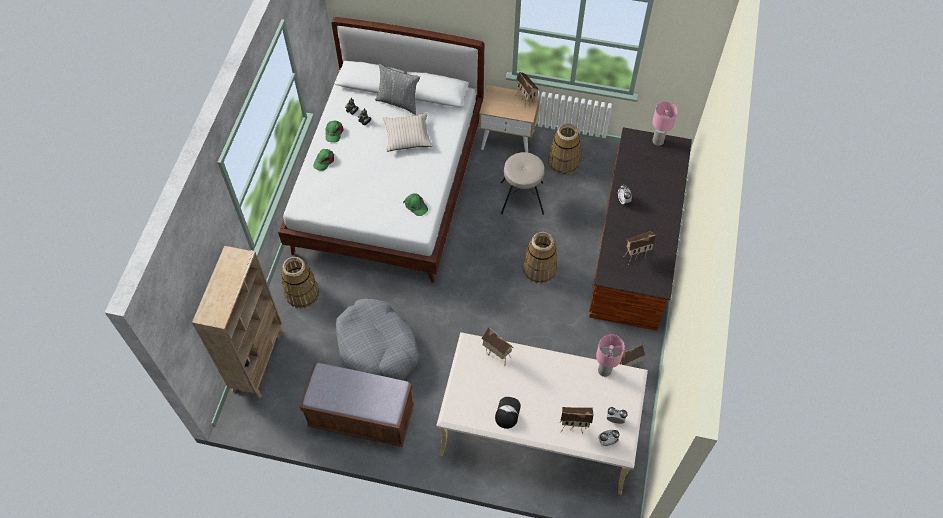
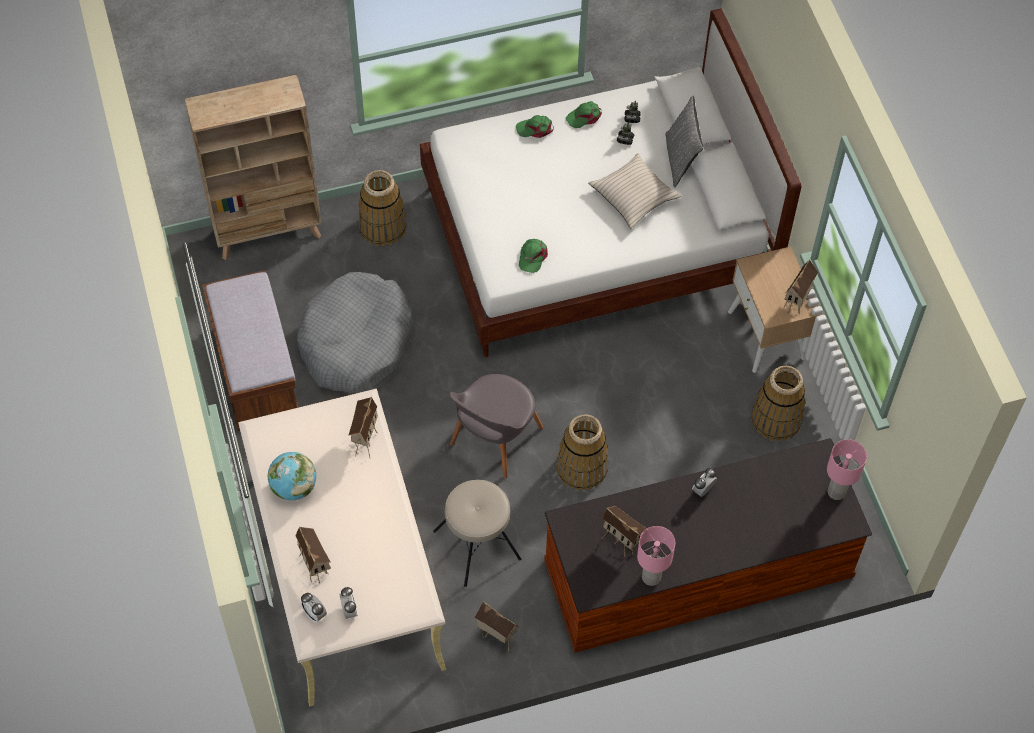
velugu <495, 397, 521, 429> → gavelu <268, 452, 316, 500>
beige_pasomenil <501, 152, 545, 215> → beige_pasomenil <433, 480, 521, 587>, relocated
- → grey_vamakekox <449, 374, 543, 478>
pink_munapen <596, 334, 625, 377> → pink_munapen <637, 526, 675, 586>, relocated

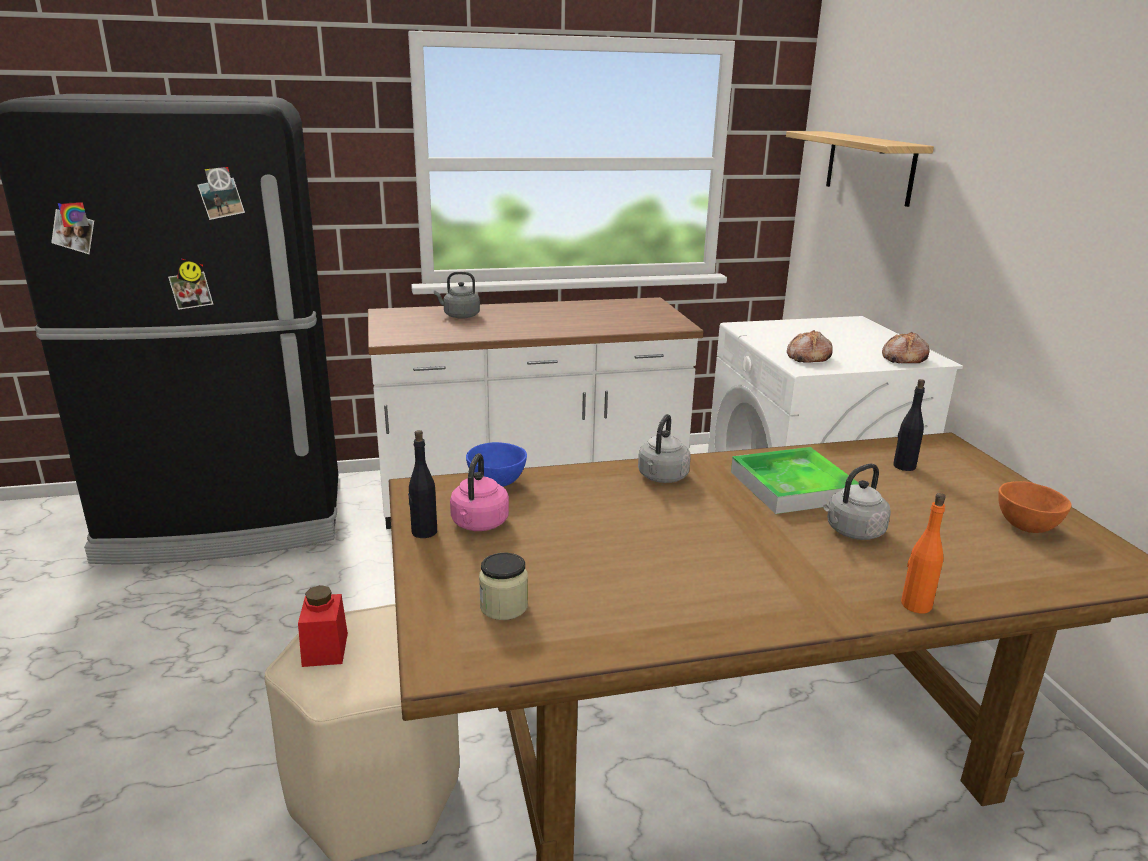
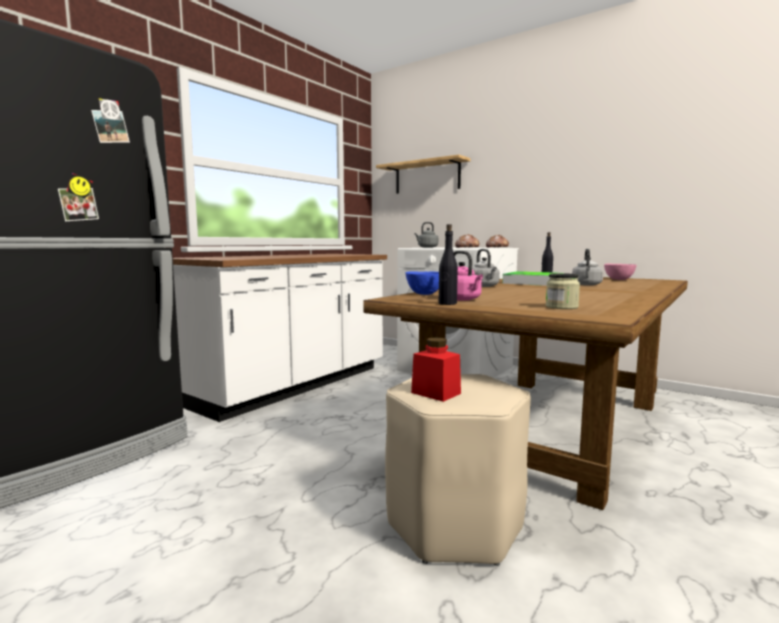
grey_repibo <434, 272, 480, 319> → grey_repibo <414, 222, 438, 248>, relocated
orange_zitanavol <998, 481, 1072, 533> → pink_zitanavol <604, 264, 637, 280>
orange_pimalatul <901, 493, 946, 613> → -

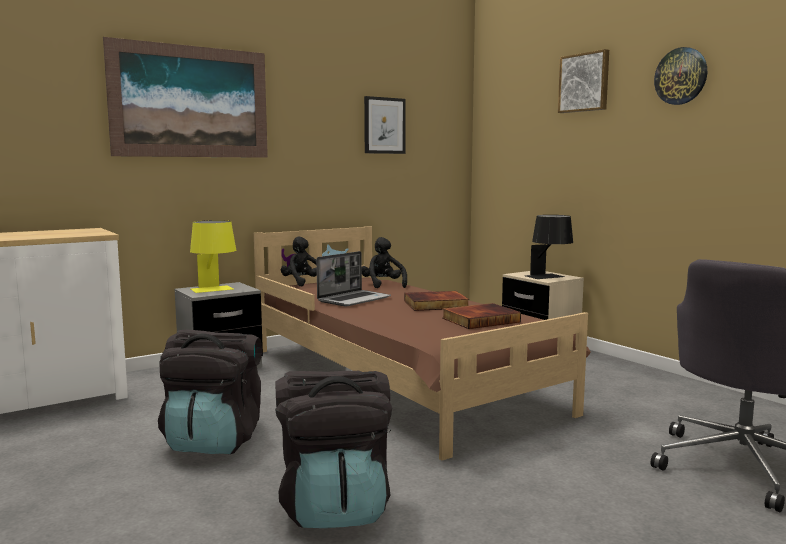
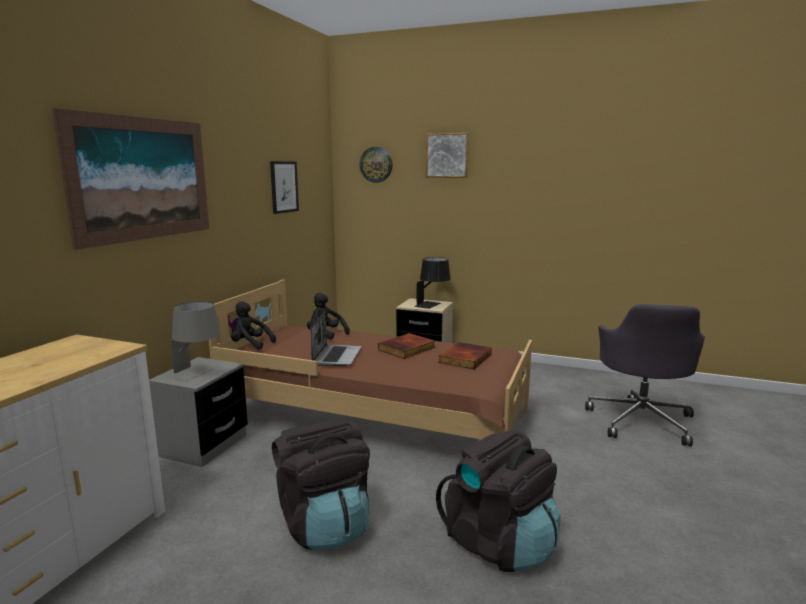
yellow_munapen <190, 220, 236, 293> → grey_munapen <168, 301, 221, 381>
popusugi <654, 47, 707, 105> → popusugi <360, 147, 393, 183>, relocated

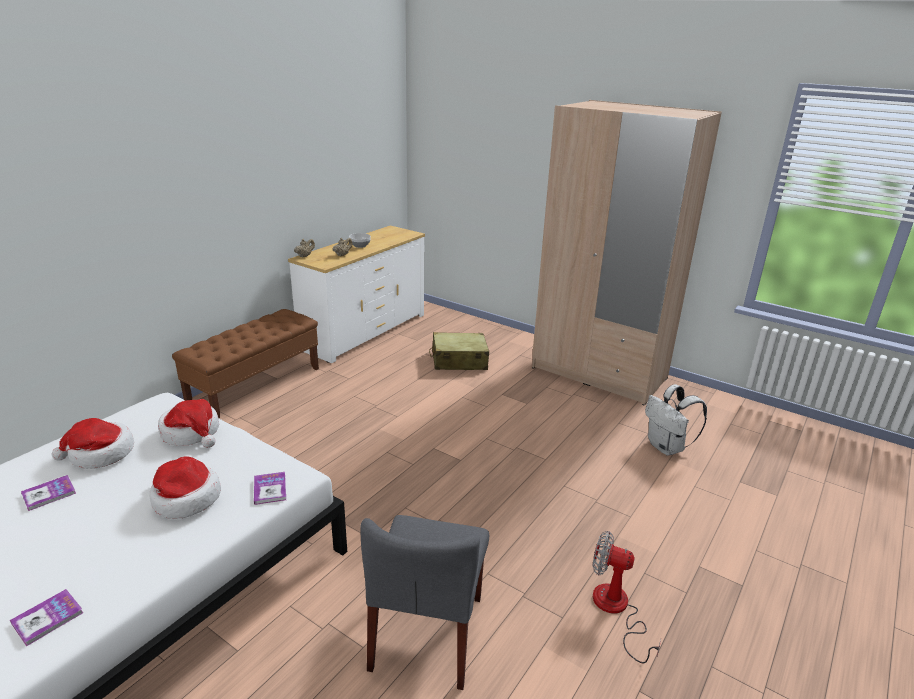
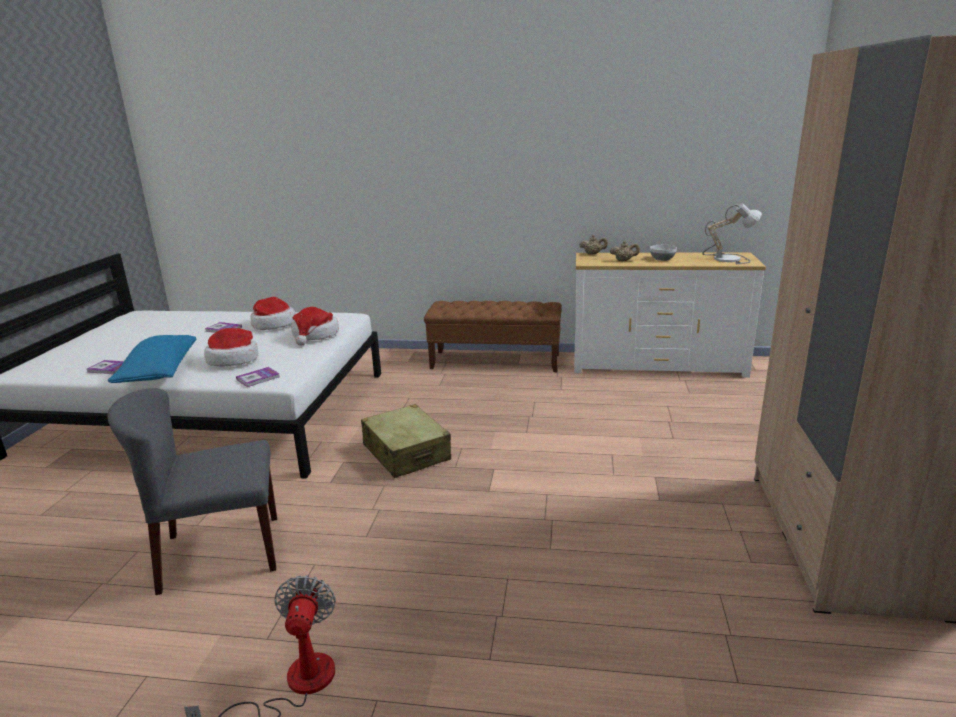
- → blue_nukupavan <108, 335, 196, 383>
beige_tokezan <429, 332, 489, 370> → beige_tokezan <361, 404, 451, 478>, relocated
- → munapen <702, 203, 762, 264>
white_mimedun <645, 384, 707, 456> → -

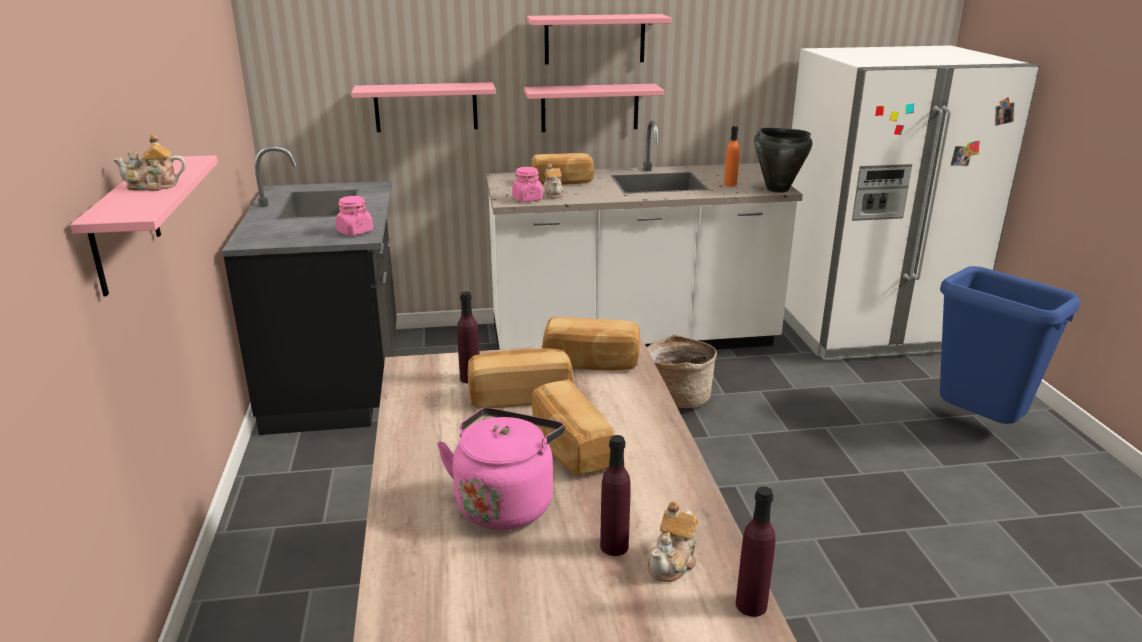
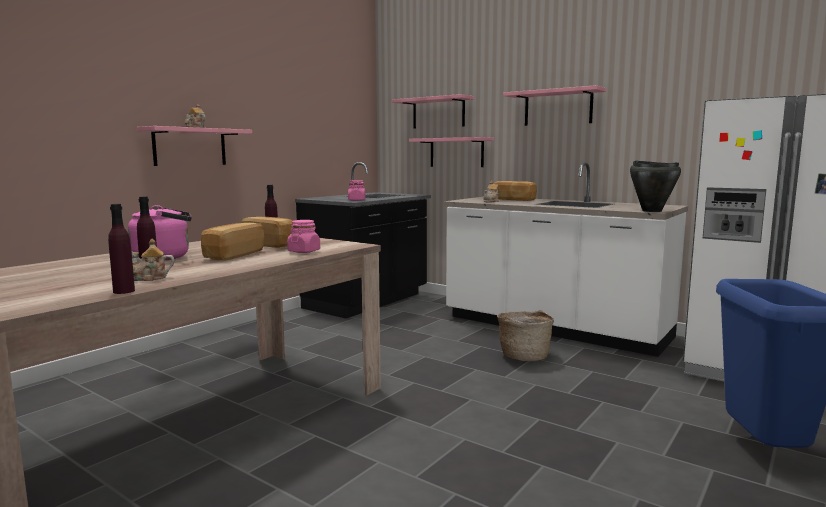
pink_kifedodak <512, 167, 543, 202> → pink_kifedodak <287, 220, 320, 253>, relocated
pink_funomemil <524, 84, 664, 132> → pink_funomemil <392, 94, 474, 128>, relocated
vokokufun <542, 317, 641, 370> → -
orange_pimalatul <724, 126, 740, 187> → -

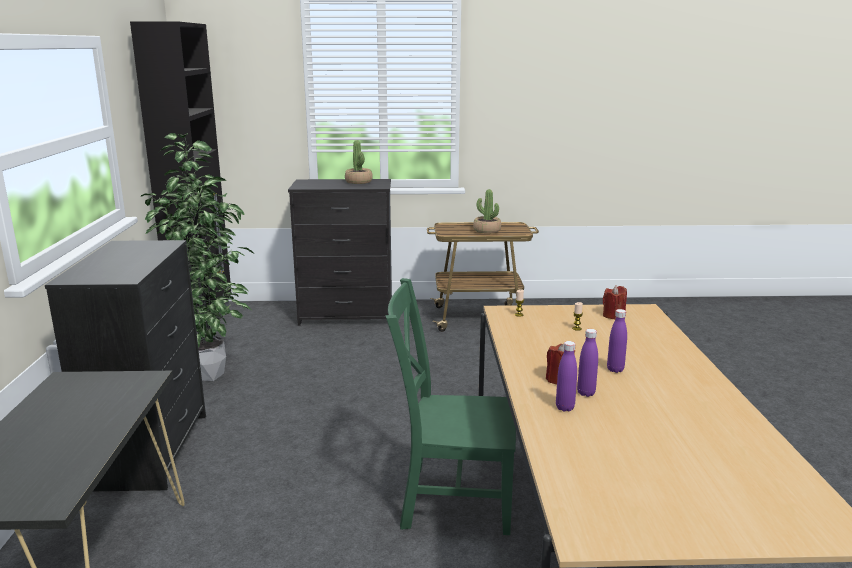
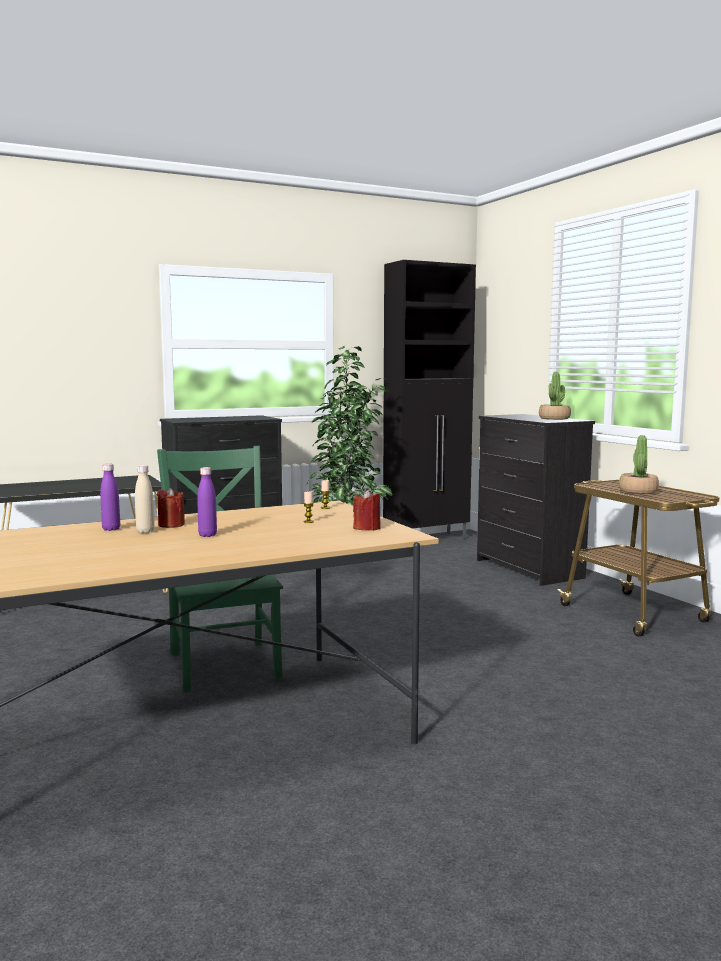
purple_pimalatul <577, 329, 598, 397> → beige_pimalatul <135, 465, 155, 533>

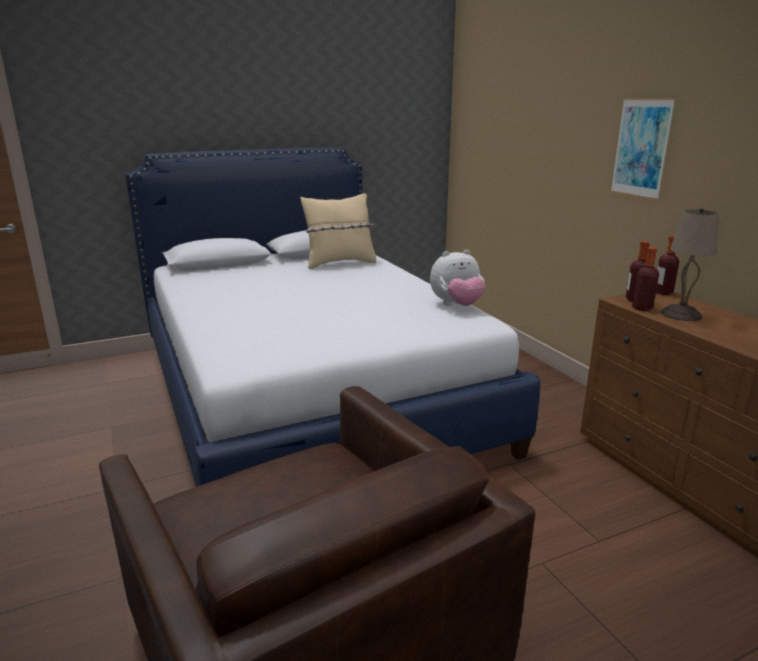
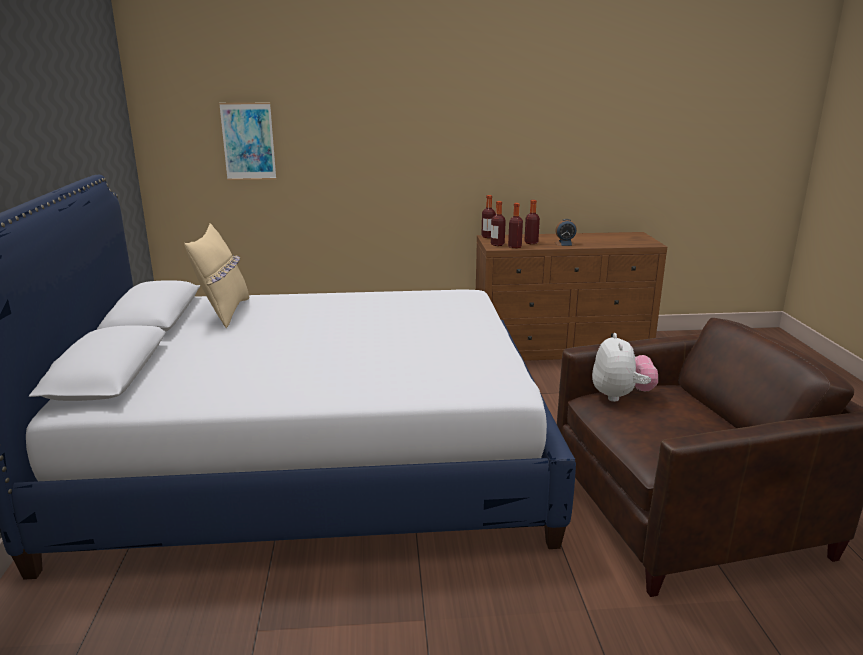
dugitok <610, 98, 676, 200> → dugitok <219, 103, 276, 180>, relocated
beige_munapen <660, 208, 720, 321> → pimalatul <524, 200, 540, 244>
- → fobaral <555, 219, 577, 246>
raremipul <430, 250, 485, 306> → raremipul <592, 333, 658, 402>, relocated

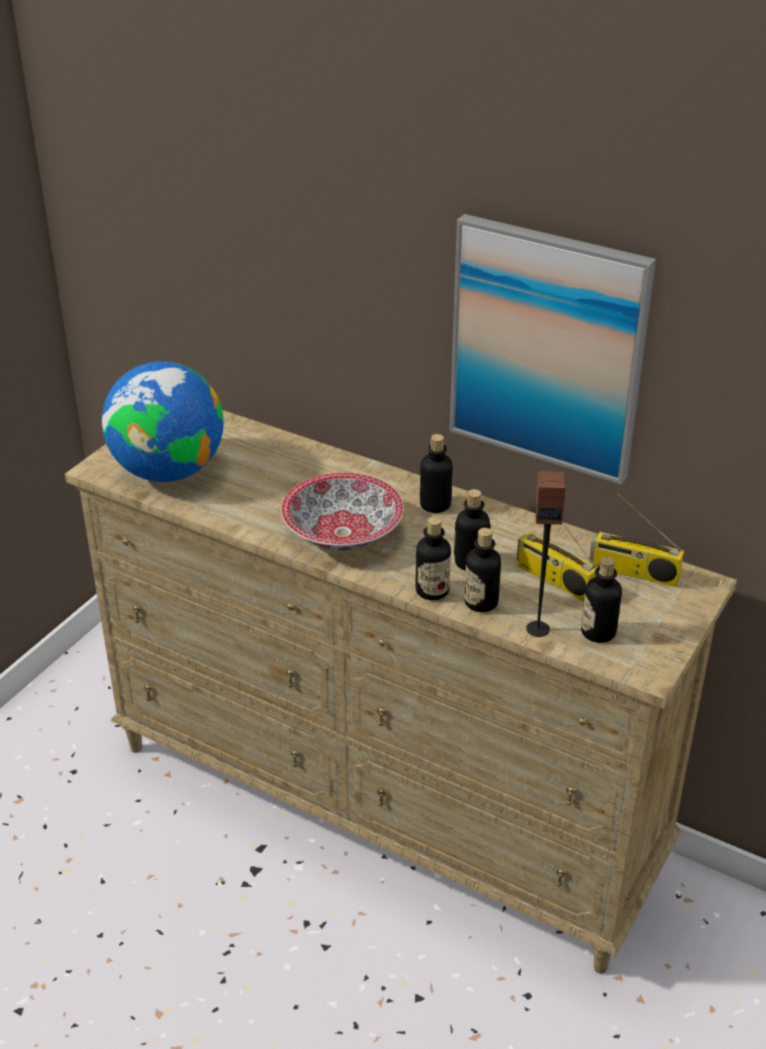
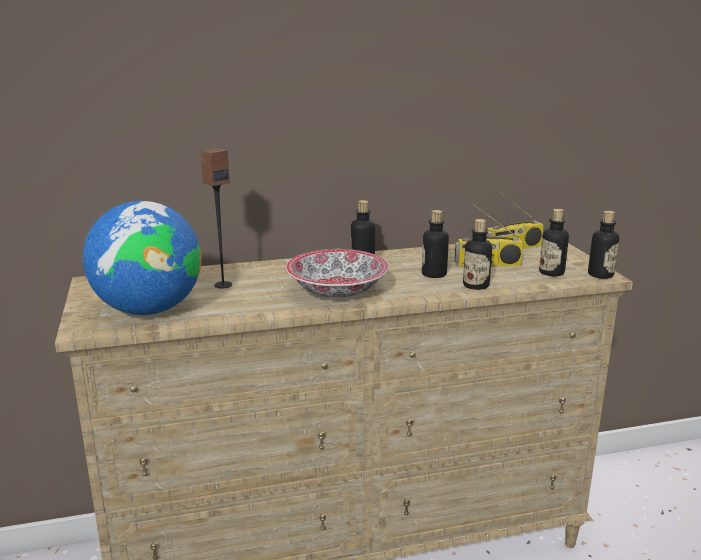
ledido <526, 471, 566, 637> → ledido <200, 147, 232, 289>, relocated
pimalatul <416, 516, 451, 600> → pimalatul <588, 211, 619, 279>, relocated
dugitok <449, 214, 656, 484> → -

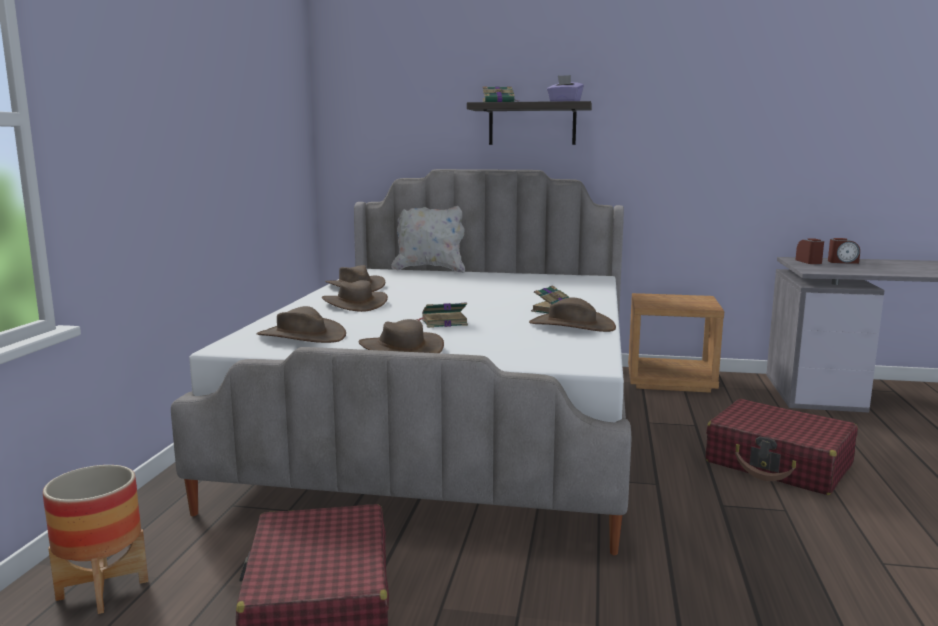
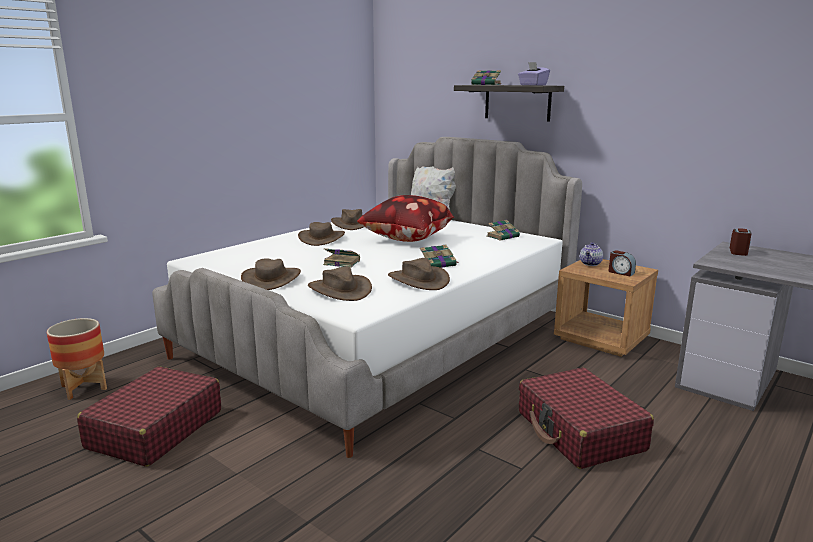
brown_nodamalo <257, 306, 346, 343> → brown_nodamalo <308, 266, 372, 301>, relocated
- → nukupavan <357, 195, 454, 242>
- → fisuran <486, 220, 520, 241>
- → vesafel <580, 242, 603, 266>
fobaral <828, 238, 860, 264> → fobaral <609, 250, 636, 276>, relocated

